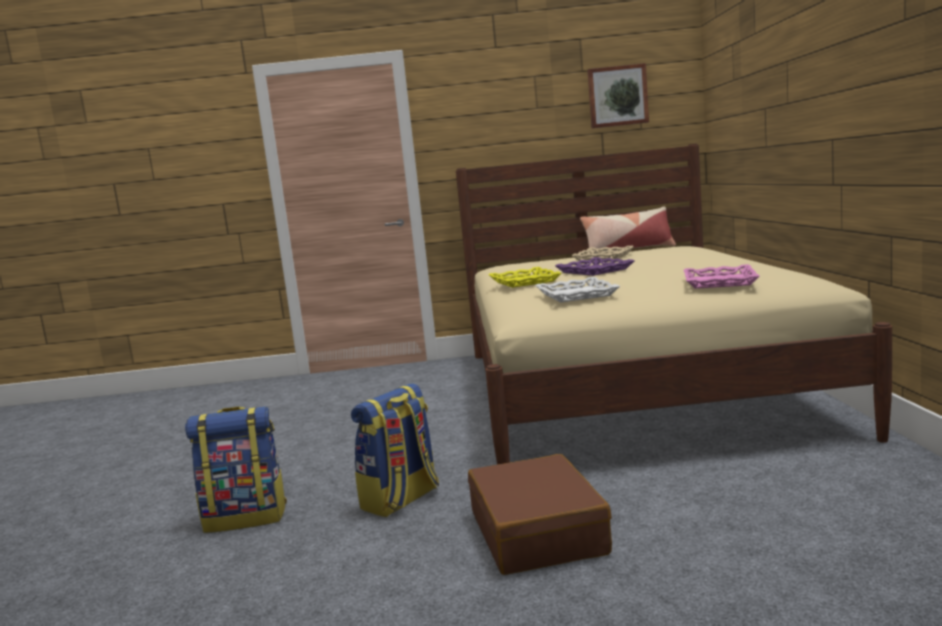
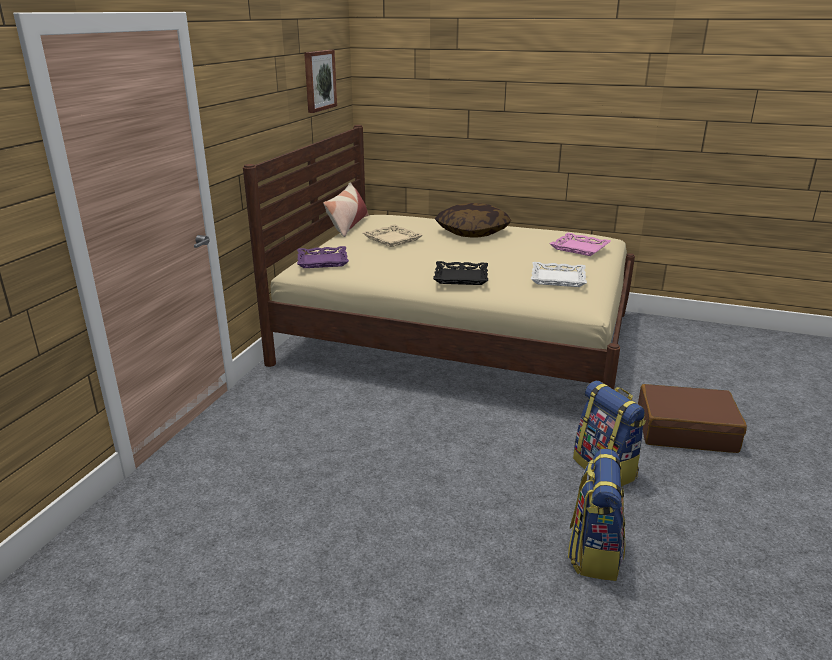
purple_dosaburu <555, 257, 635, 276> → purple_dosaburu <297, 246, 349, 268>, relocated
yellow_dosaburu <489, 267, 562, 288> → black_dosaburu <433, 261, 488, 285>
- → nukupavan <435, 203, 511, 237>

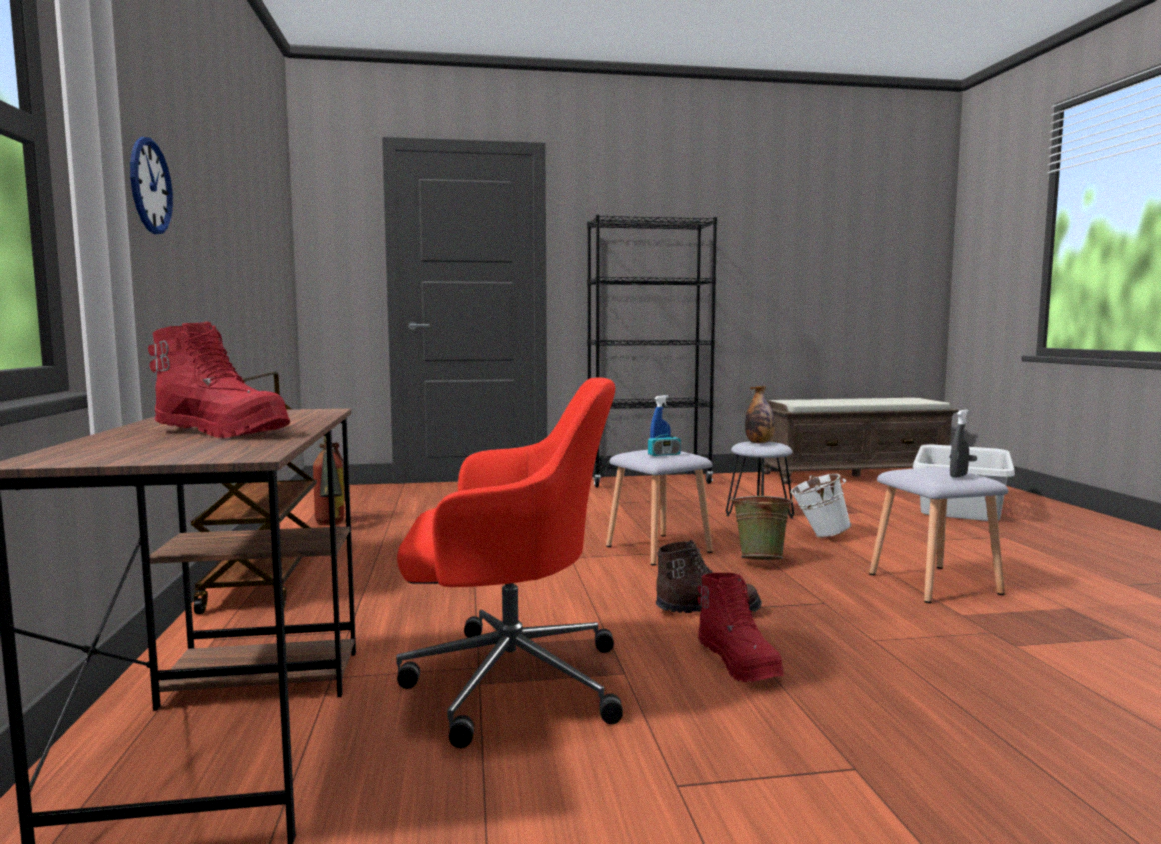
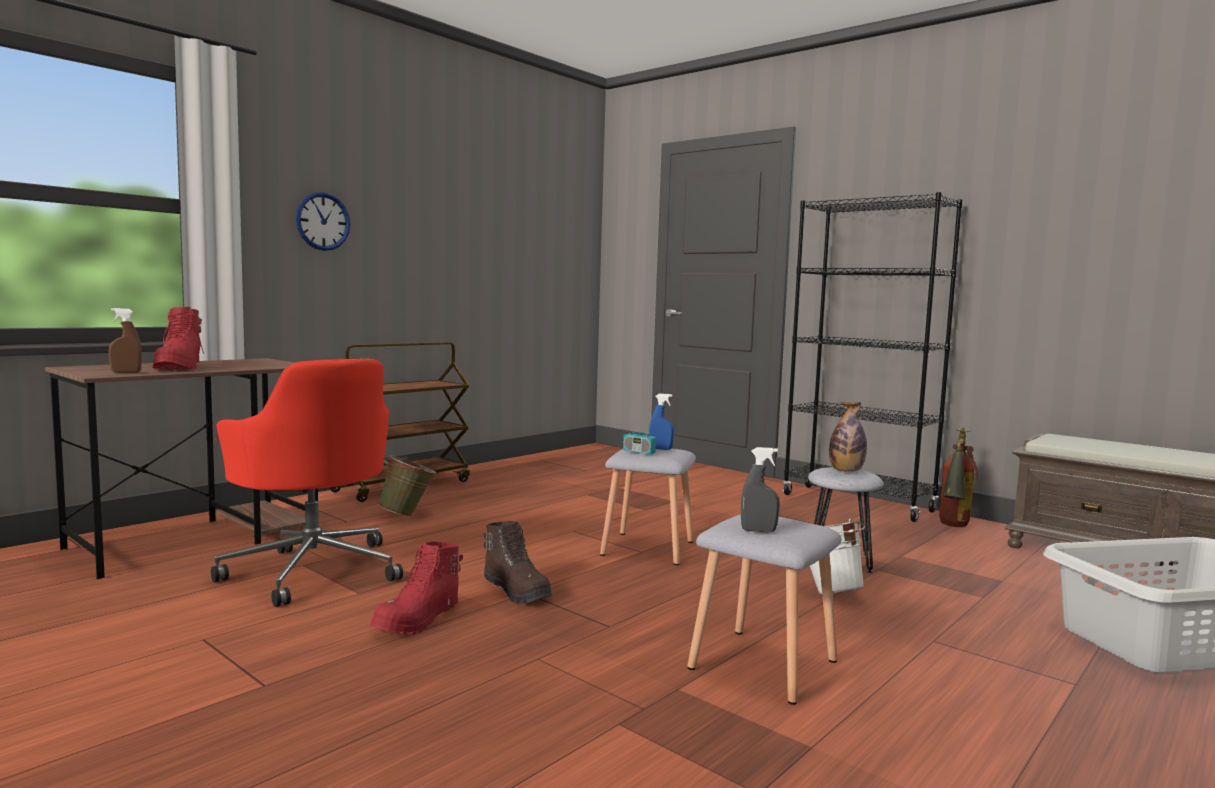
- → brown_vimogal <109, 308, 142, 373>
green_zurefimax <731, 496, 793, 560> → green_zurefimax <378, 455, 437, 517>, relocated
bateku <313, 428, 344, 525> → bateku <939, 428, 978, 527>, relocated

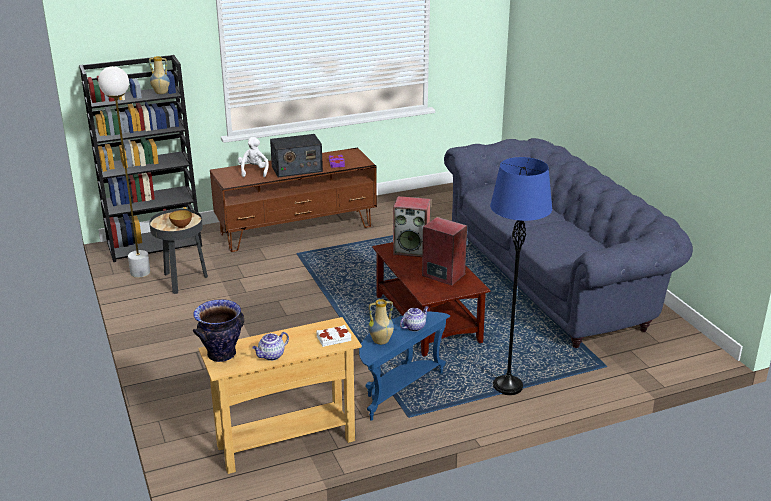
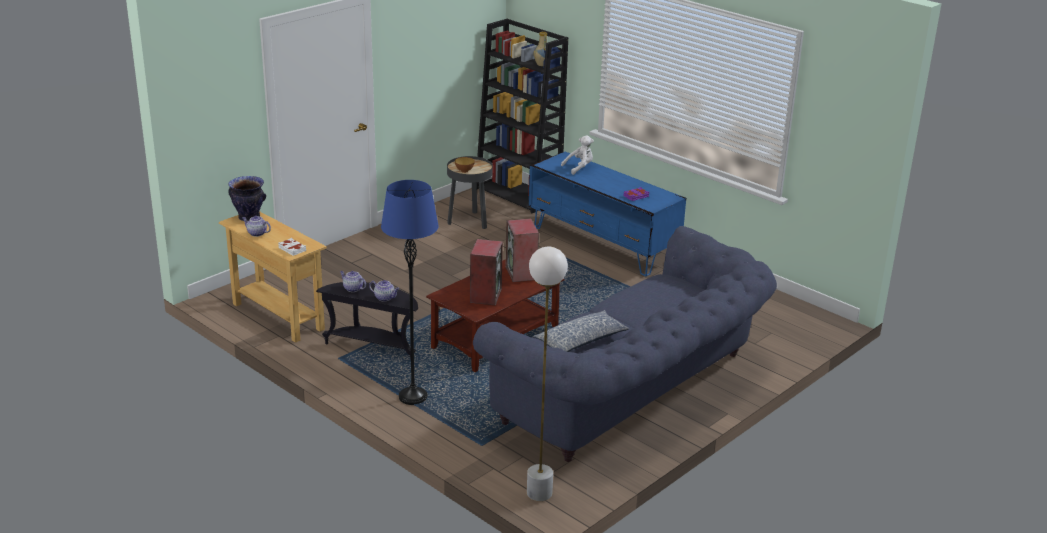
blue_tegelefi <359, 312, 450, 421> → black_tegelefi <316, 282, 418, 361>
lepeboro <368, 299, 394, 345> → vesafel <340, 271, 366, 292>
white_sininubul <98, 66, 150, 278> → white_sininubul <527, 247, 568, 501>, relocated
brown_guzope <210, 147, 377, 252> → blue_guzope <529, 152, 686, 276>
- → nukupavan <533, 310, 629, 352>
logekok <270, 134, 323, 178> → -

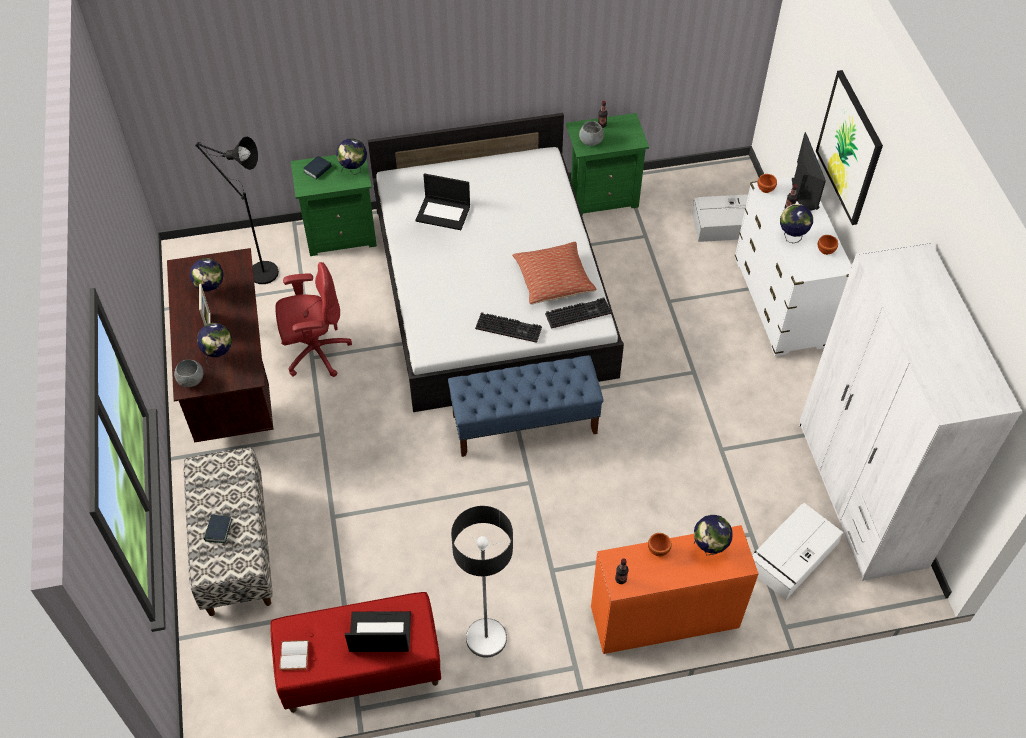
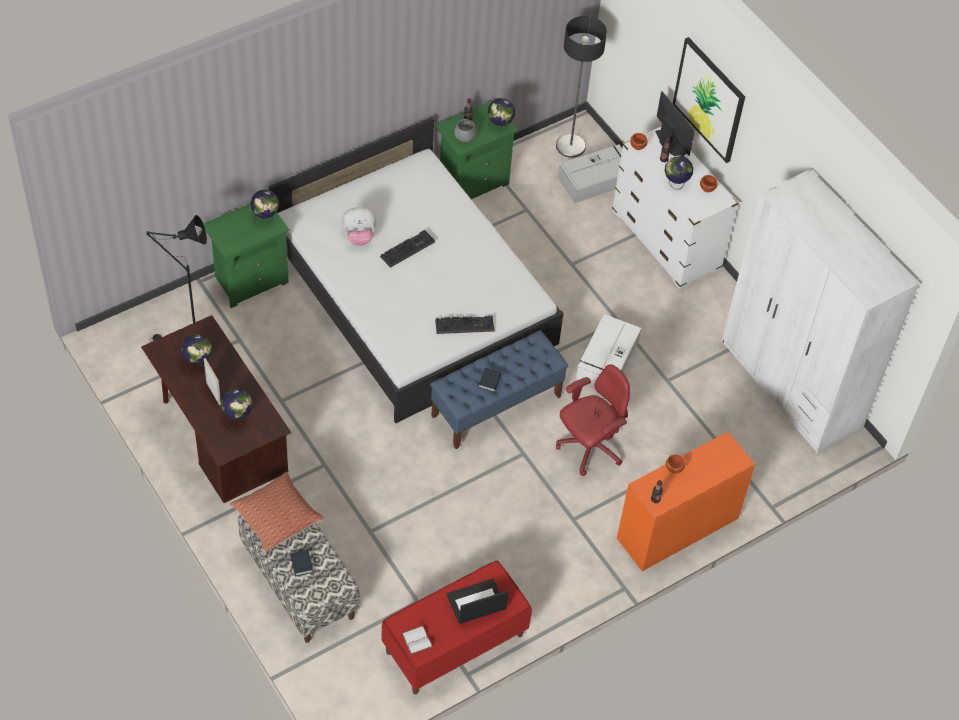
nukupavan <512, 242, 597, 304> → nukupavan <230, 472, 324, 552>, relocated
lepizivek <416, 173, 470, 230> → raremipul <342, 207, 376, 246>
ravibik <545, 298, 611, 329> → ravibik <380, 230, 435, 268>, relocated
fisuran <303, 156, 332, 179> → fisuran <478, 368, 502, 392>, relocated
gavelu <693, 515, 733, 556> → gavelu <488, 98, 515, 131>, relocated
sininubul <451, 506, 513, 658> → sininubul <556, 16, 607, 158>, relocated
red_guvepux <275, 262, 352, 377> → red_guvepux <556, 364, 630, 476>, relocated
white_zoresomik <752, 503, 843, 600> → white_zoresomik <576, 314, 641, 385>, relocated
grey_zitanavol <174, 359, 204, 387> → -

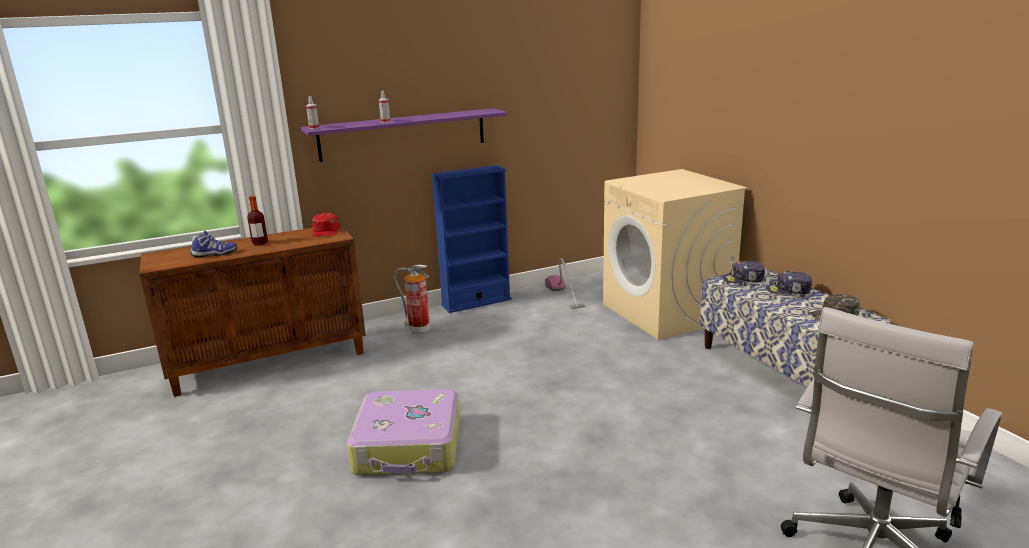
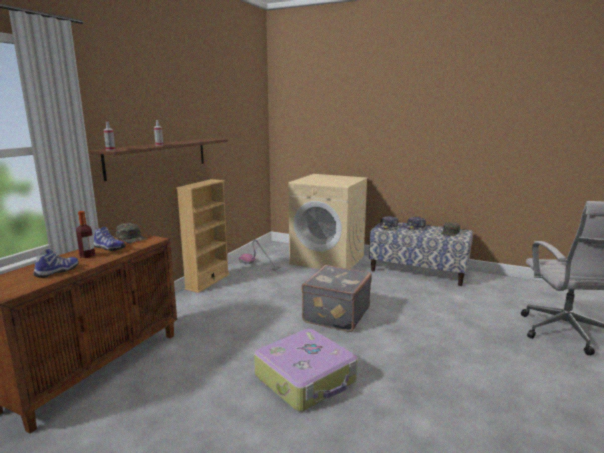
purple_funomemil <301, 108, 508, 162> → brown_funomemil <90, 138, 228, 181>
- → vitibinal <94, 227, 126, 251>
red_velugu <312, 213, 339, 237> → green_velugu <116, 223, 147, 243>
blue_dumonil <431, 165, 512, 313> → beige_dumonil <176, 179, 230, 293>
- → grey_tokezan <302, 265, 372, 332>
bateku <393, 265, 430, 334> → -

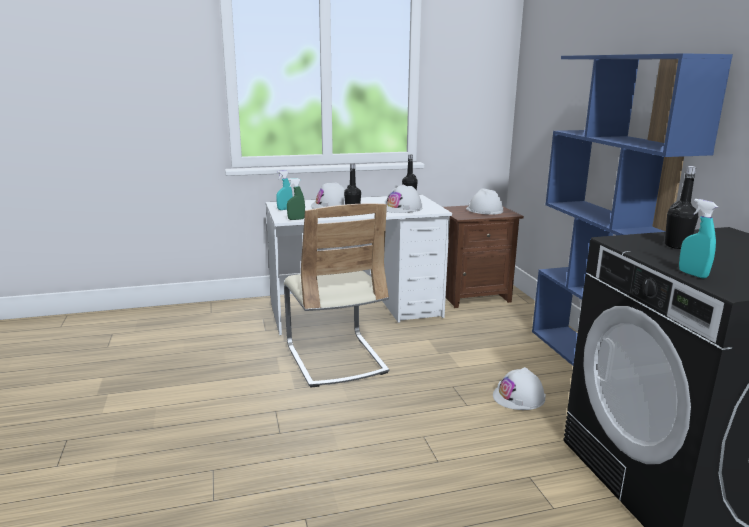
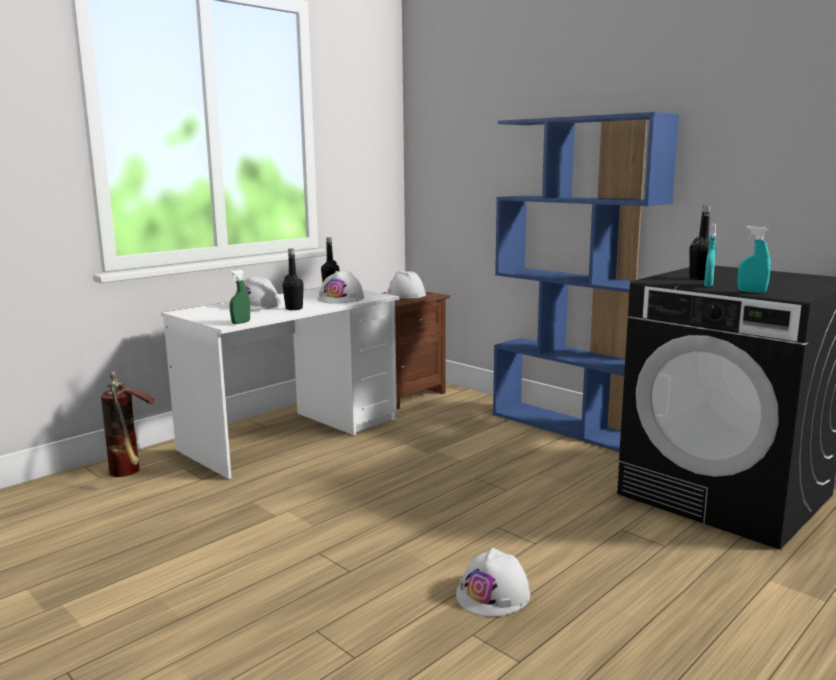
- → bateku <101, 370, 154, 477>
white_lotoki <493, 367, 546, 410> → white_lotoki <456, 548, 530, 617>, relocated
turquoise_vimogal <276, 170, 293, 210> → turquoise_vimogal <704, 223, 716, 287>, relocated
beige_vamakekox <284, 203, 389, 388> → -

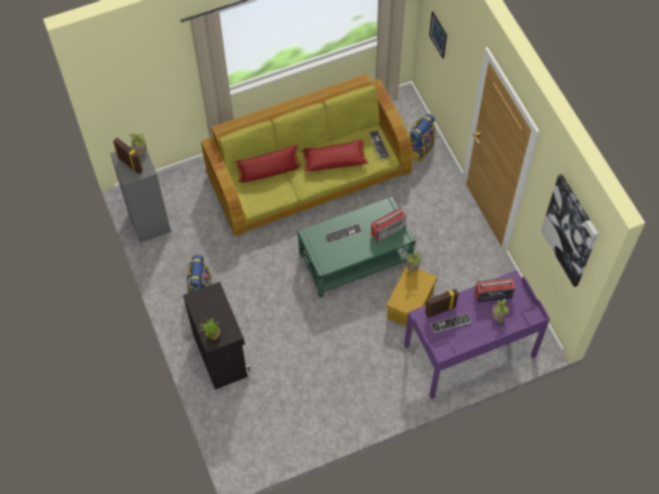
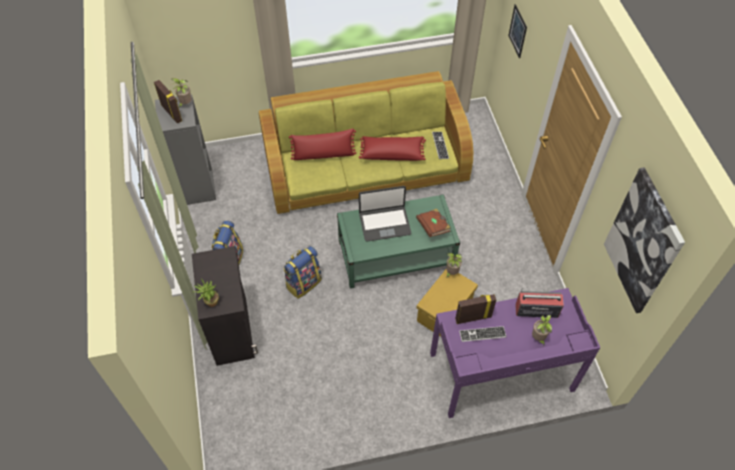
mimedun <409, 114, 435, 162> → mimedun <283, 246, 322, 299>, relocated
ravibik <325, 223, 362, 244> → lepizivek <359, 186, 411, 241>
logekok <371, 208, 406, 242> → brown_fisuran <416, 209, 451, 237>

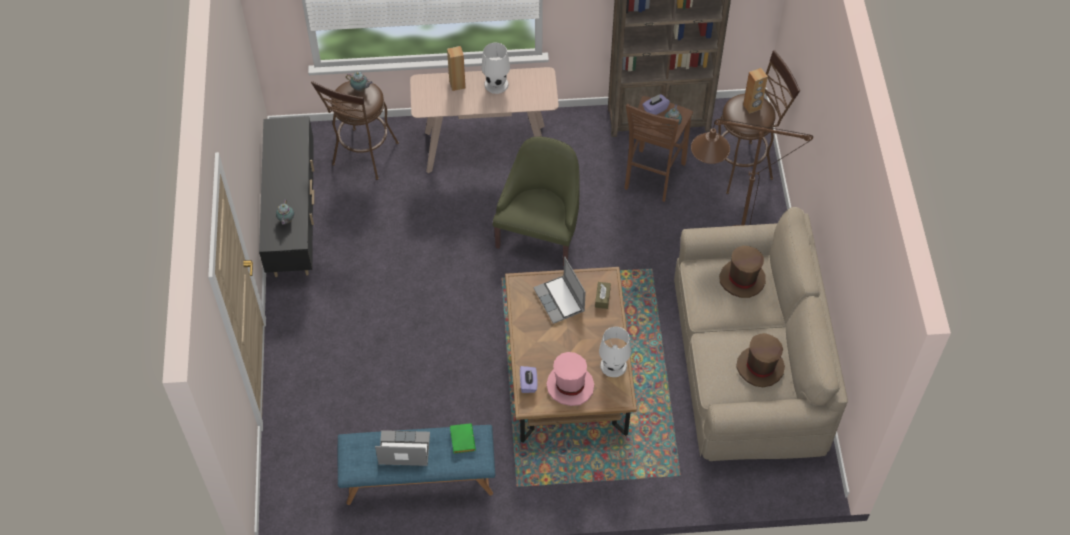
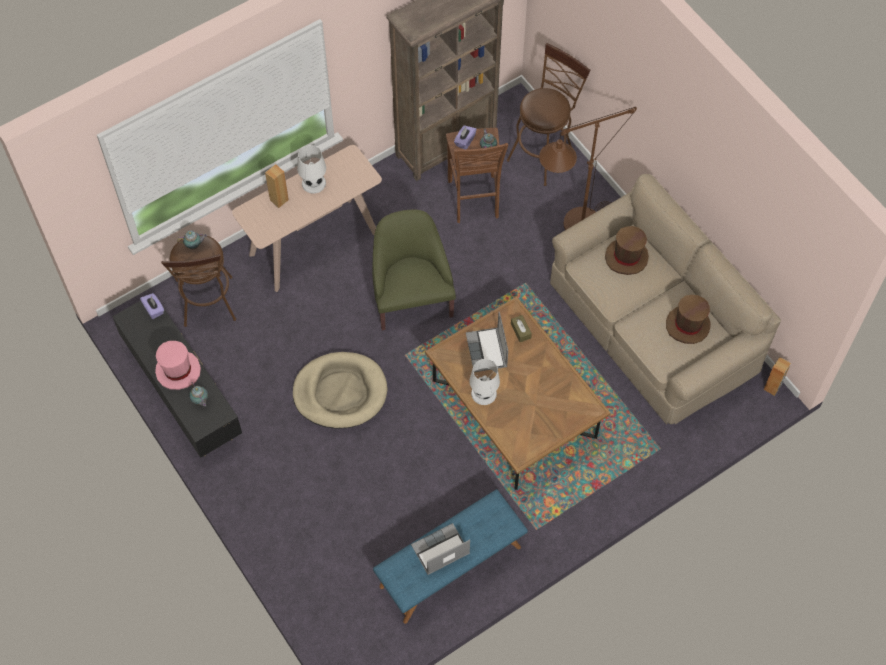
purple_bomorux <520, 366, 537, 393> → purple_bomorux <140, 293, 164, 319>, relocated
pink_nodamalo <547, 352, 594, 406> → pink_nodamalo <155, 341, 201, 390>, relocated
- → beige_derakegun <293, 352, 388, 429>
lepizivek <533, 256, 586, 324> → lepizivek <466, 311, 508, 372>, 45 degrees clockwise
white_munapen <599, 327, 631, 377> → white_munapen <469, 359, 500, 405>, relocated
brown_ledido <743, 68, 768, 114> → brown_ledido <763, 357, 791, 396>, relocated
green_fisuran <450, 423, 476, 454> → -

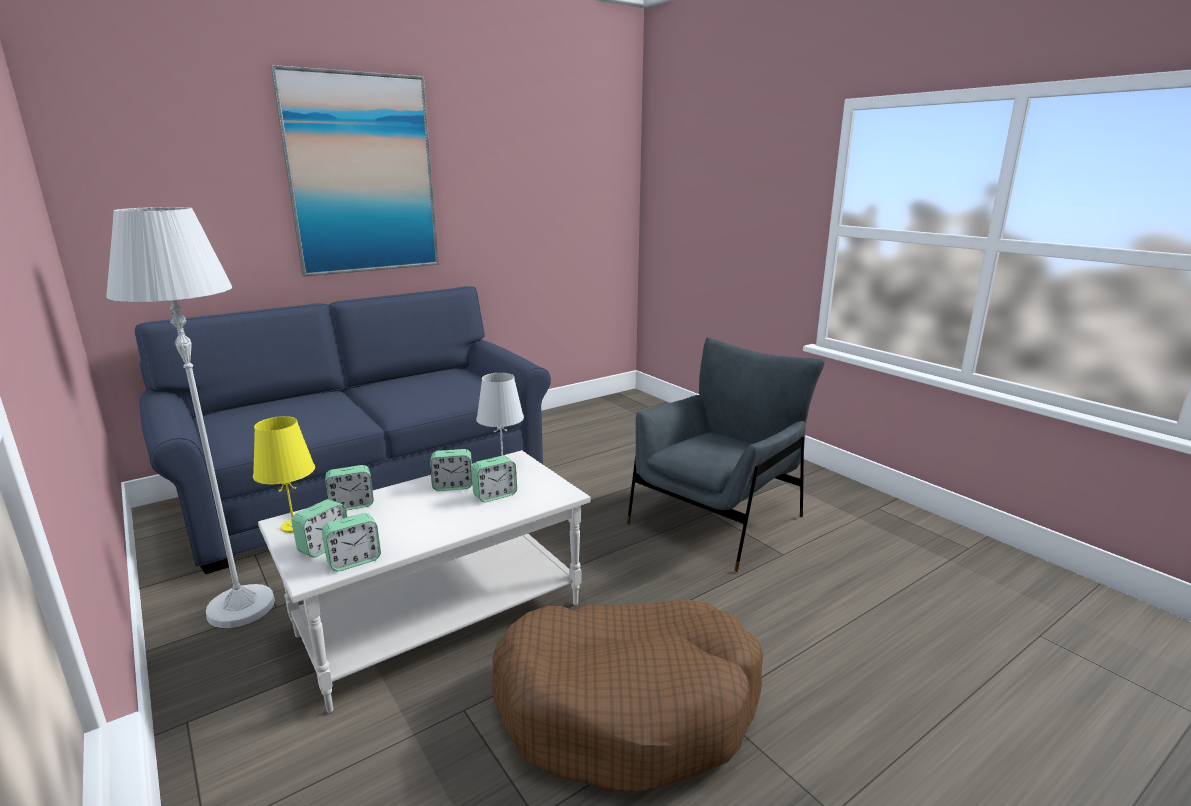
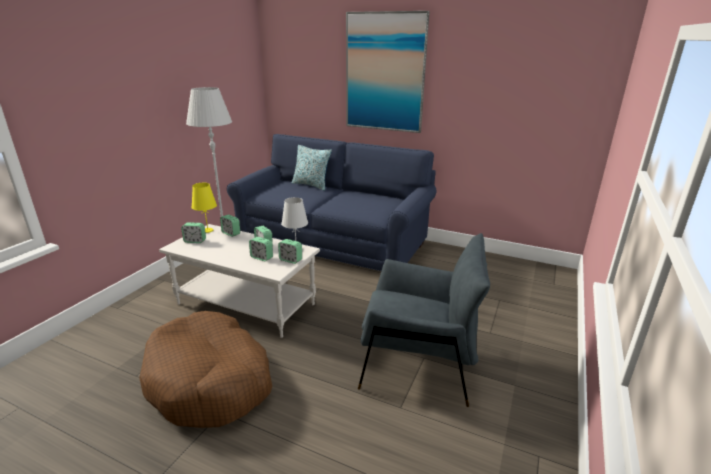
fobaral <322, 513, 381, 571> → fobaral <278, 239, 302, 264>, relocated
- → nukupavan <292, 145, 332, 190>

